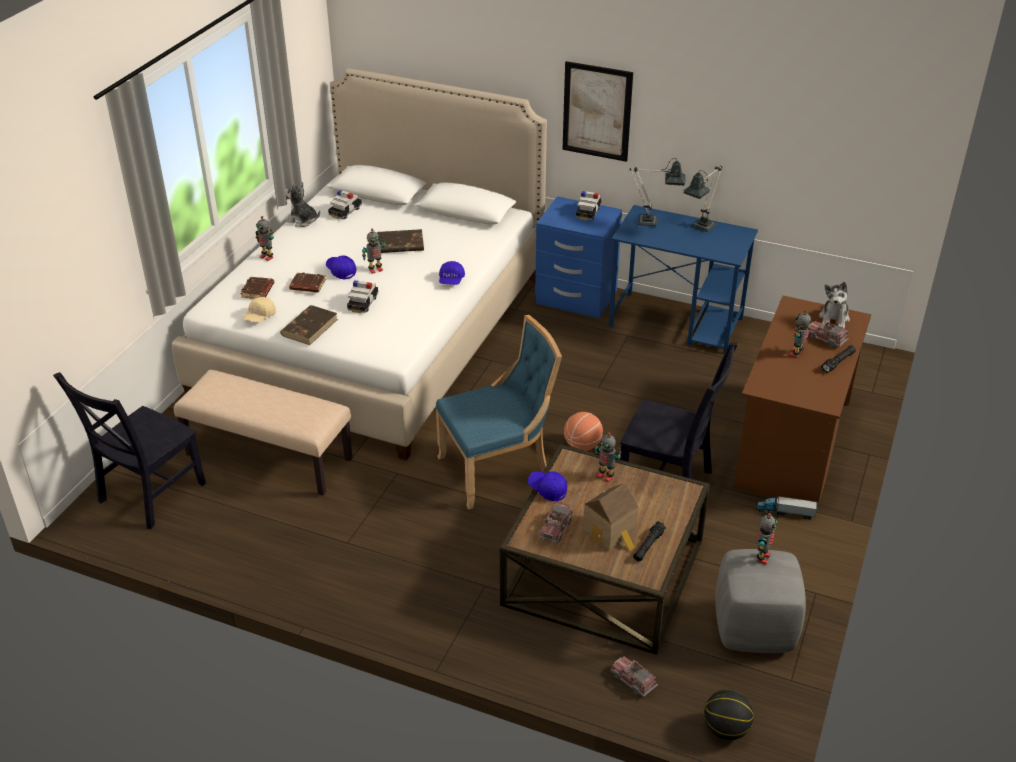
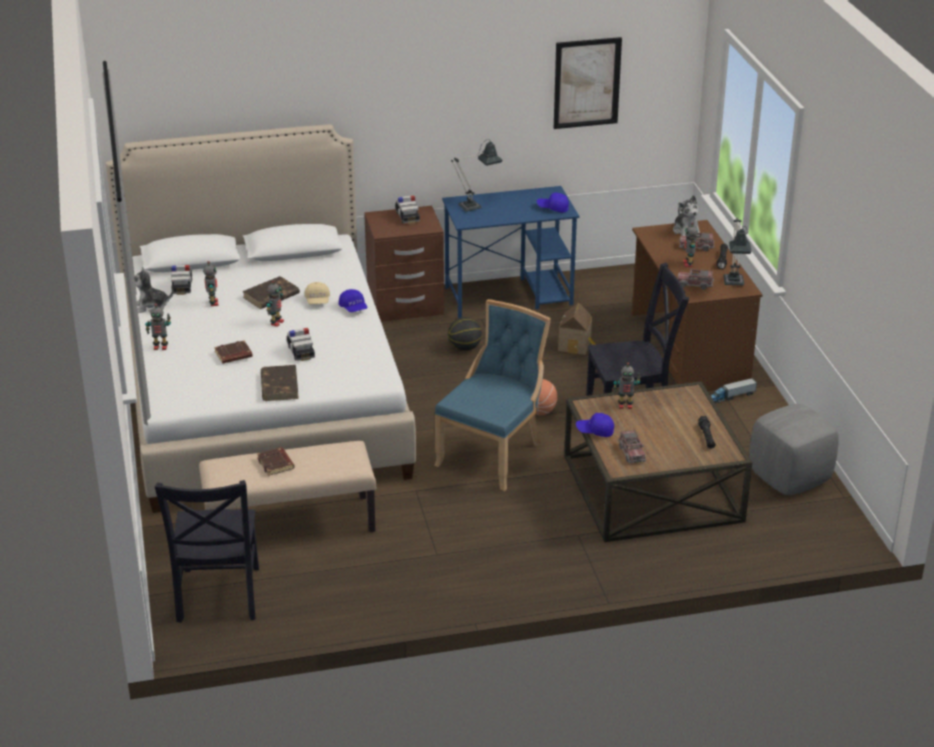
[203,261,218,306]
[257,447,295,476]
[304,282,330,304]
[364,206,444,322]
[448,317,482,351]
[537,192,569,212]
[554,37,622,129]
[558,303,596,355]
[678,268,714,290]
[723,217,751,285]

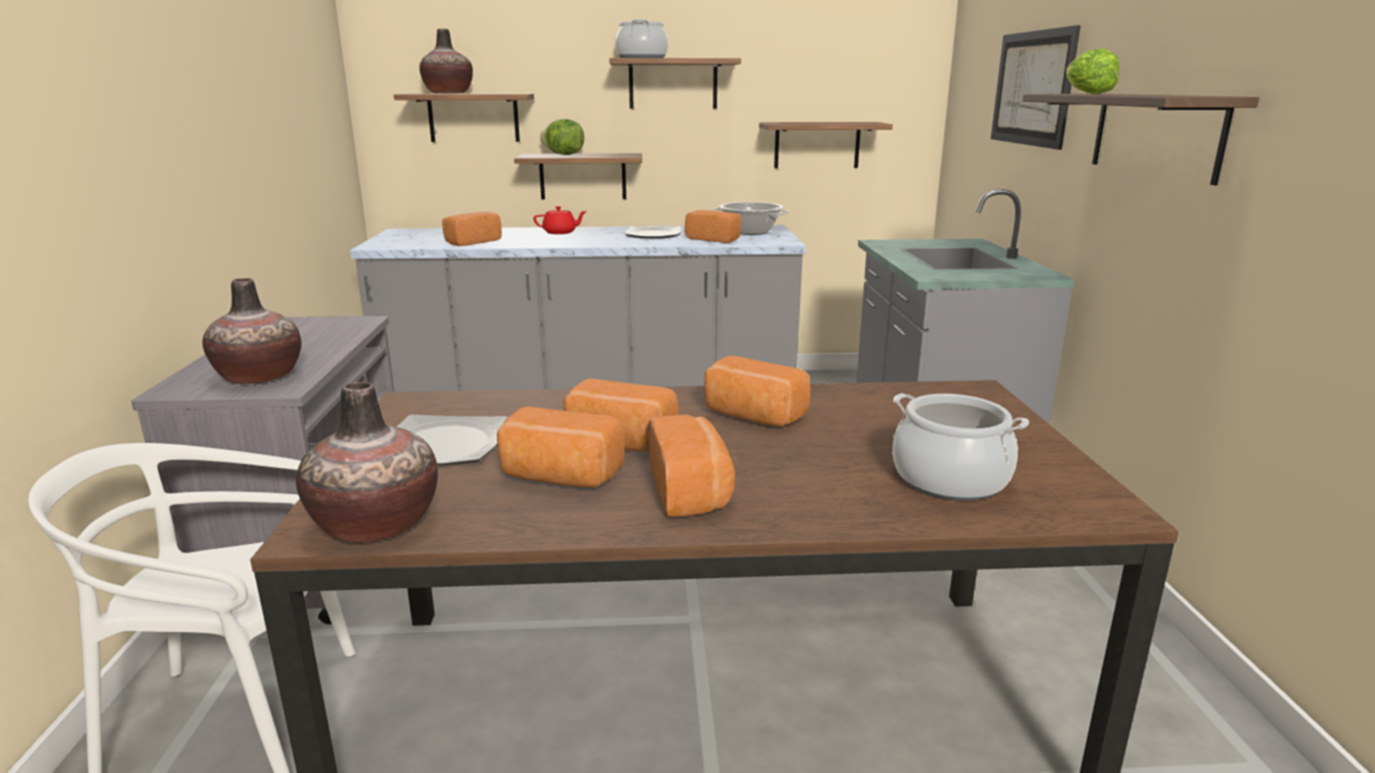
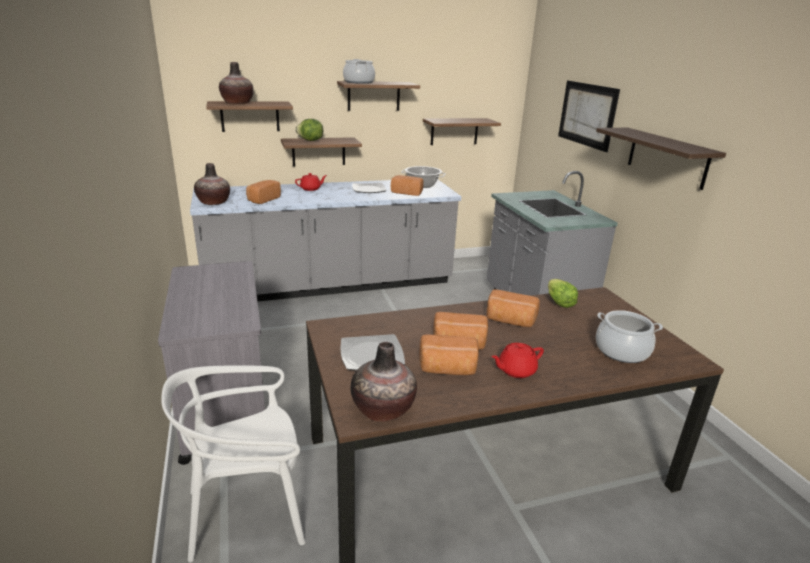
[194,163,230,205]
[491,343,544,378]
[548,279,578,308]

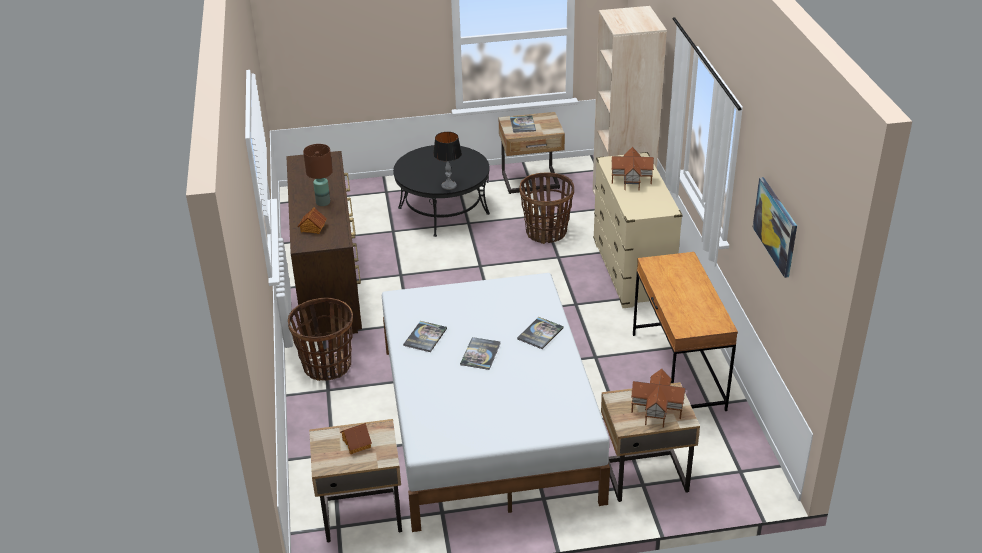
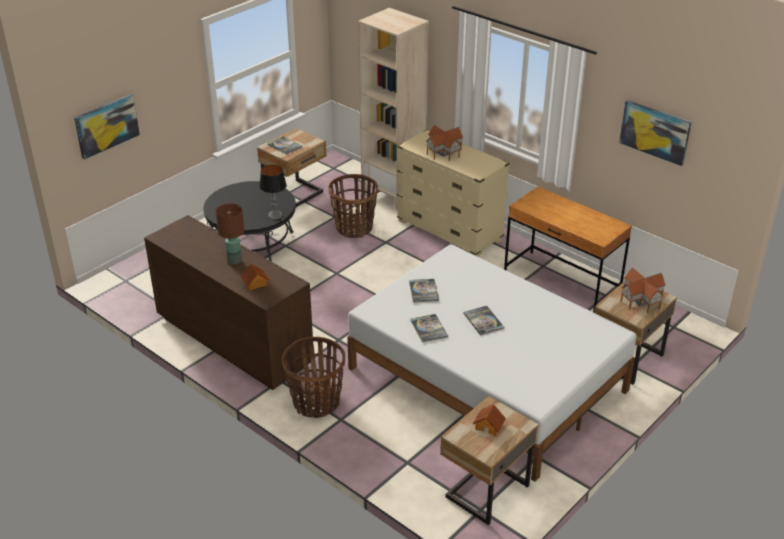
[74,94,140,160]
[409,279,439,303]

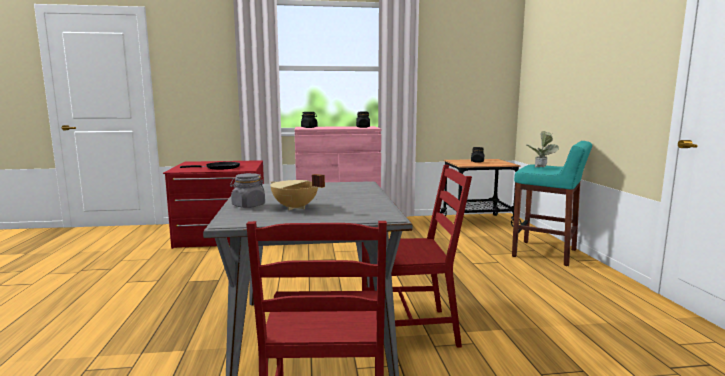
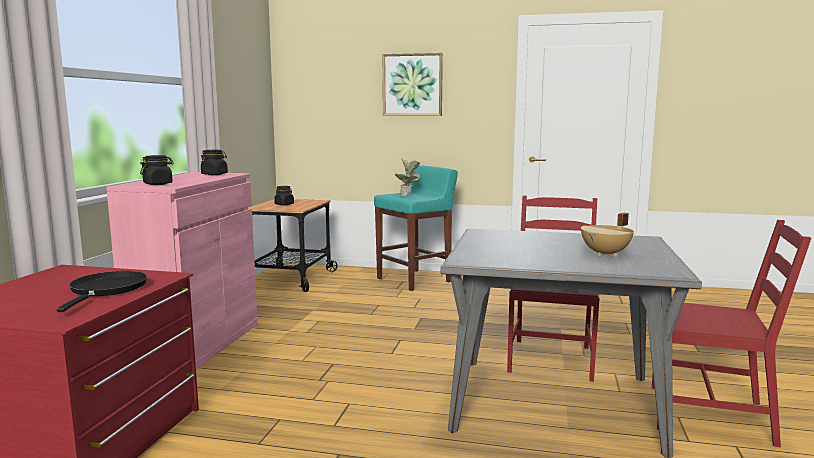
[382,53,443,116]
[230,173,265,208] (first image)

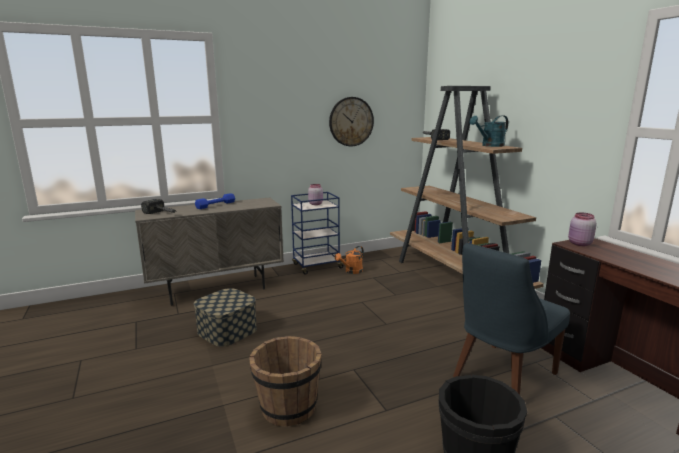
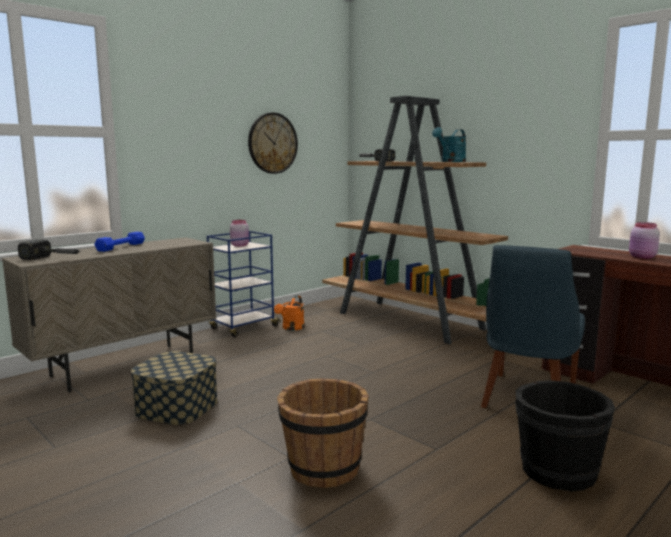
[629,222,660,259]

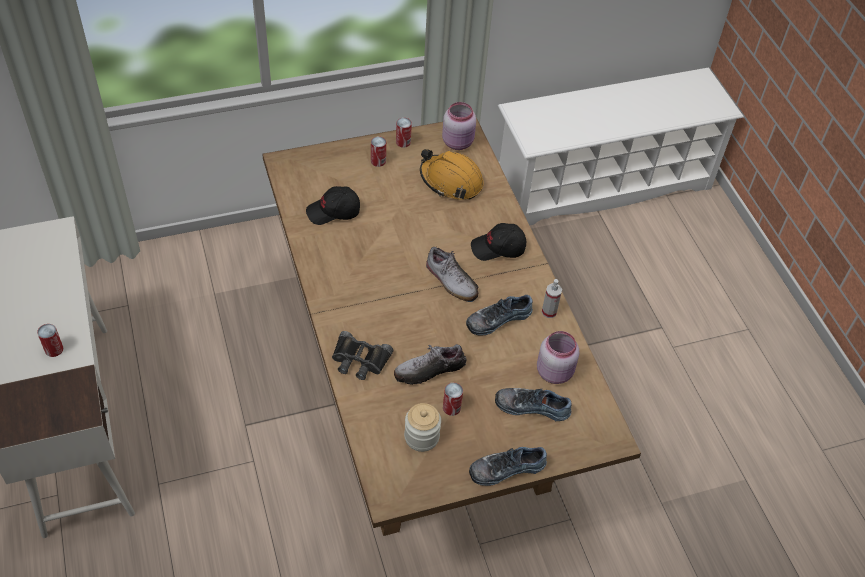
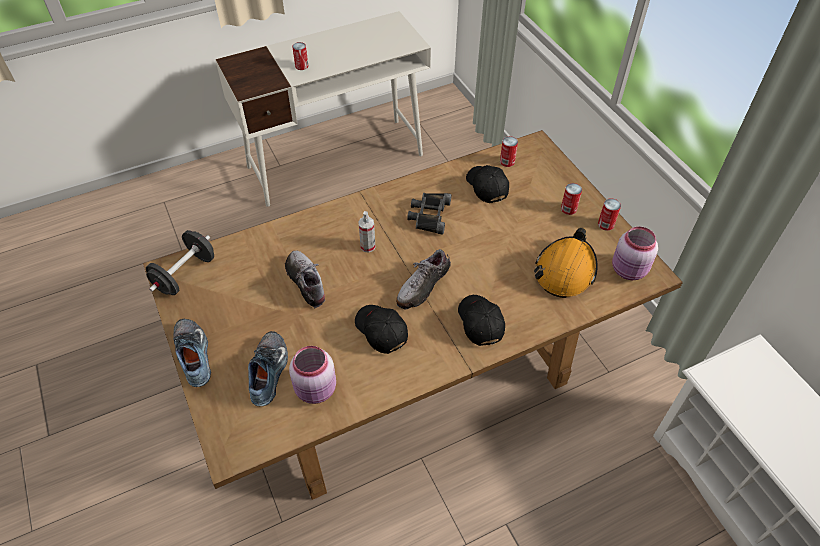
[146,230,214,295]
[355,305,408,354]
[358,211,376,253]
[407,193,452,235]
[500,136,518,167]
[404,403,441,452] (first image)

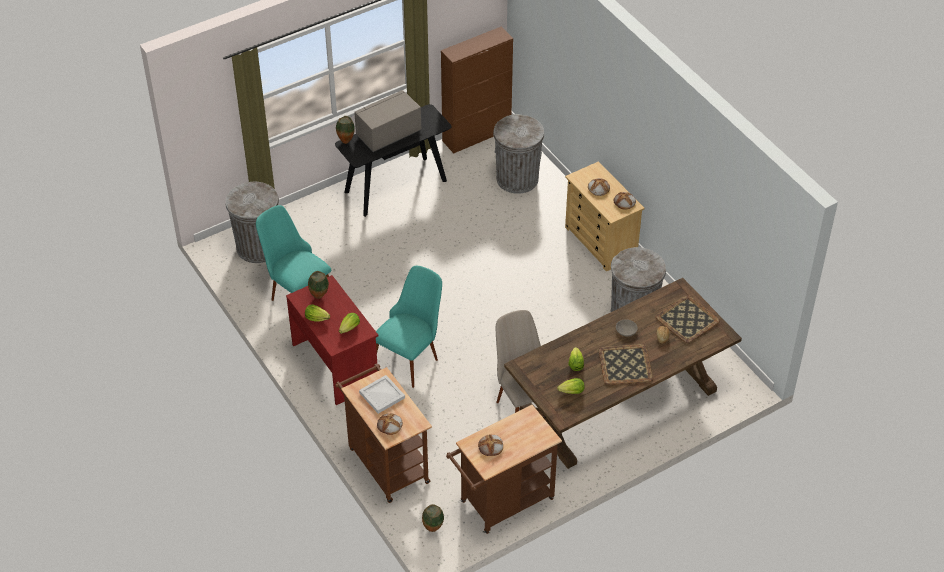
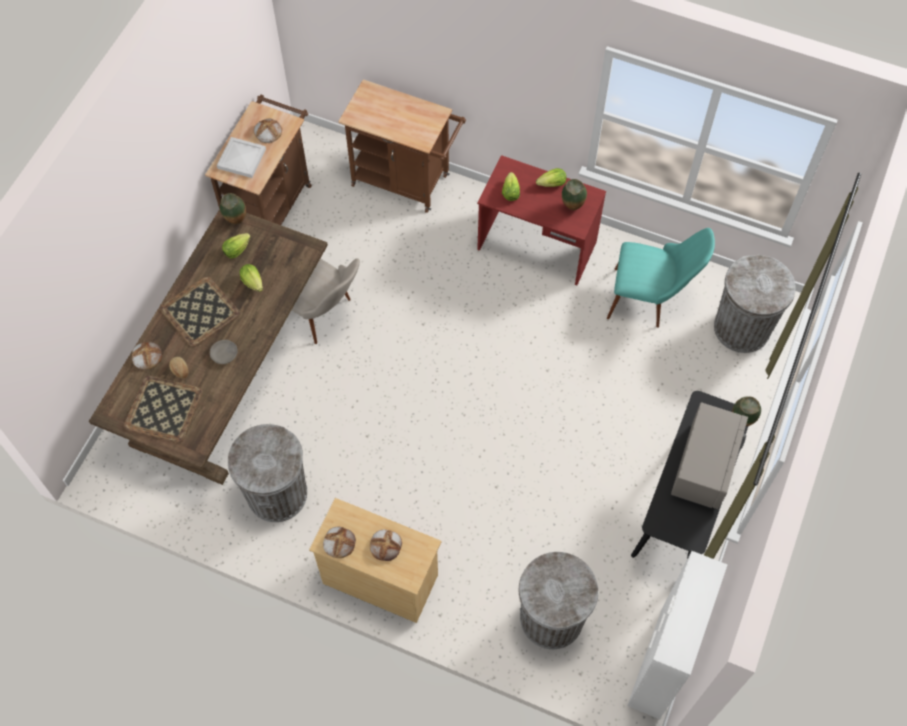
[132,342,162,370]
[217,137,266,178]
[220,193,246,224]
[627,551,727,719]
[376,266,442,388] (first image)

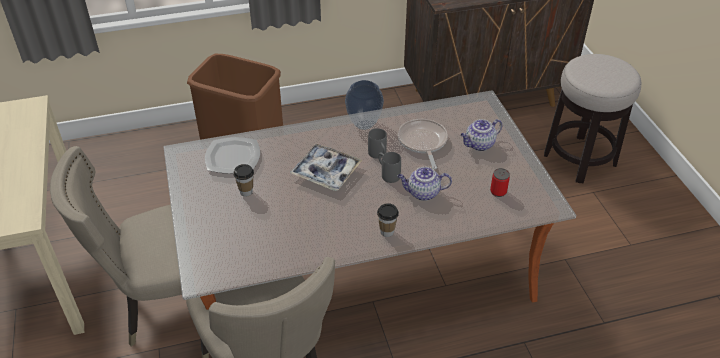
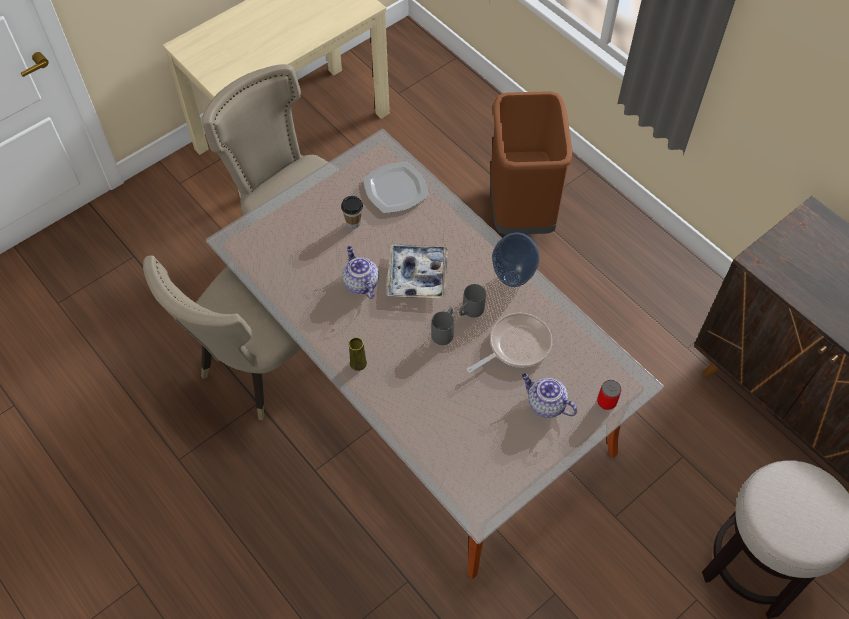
[342,246,379,299]
[349,337,367,371]
[597,380,621,410]

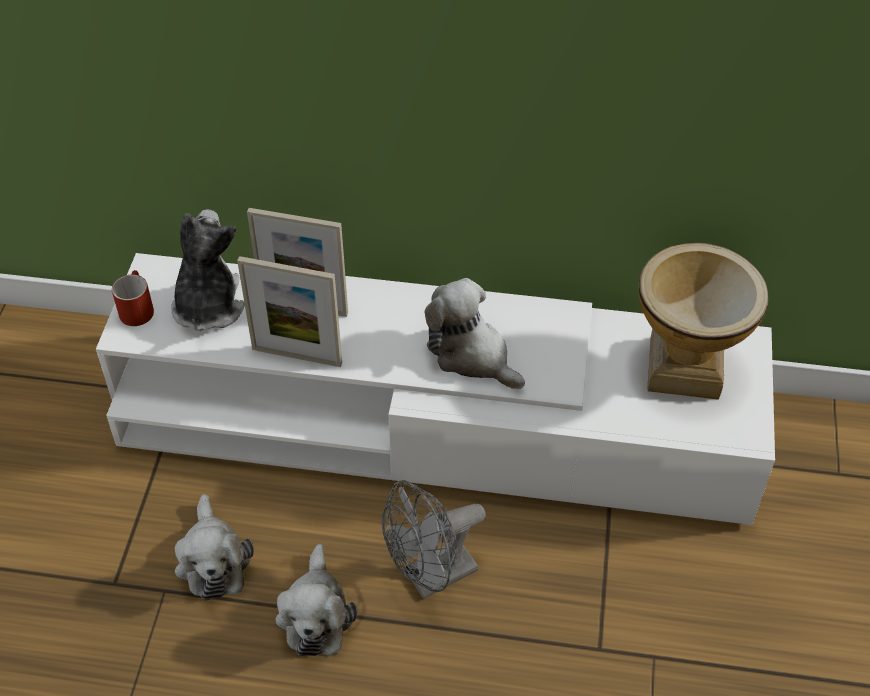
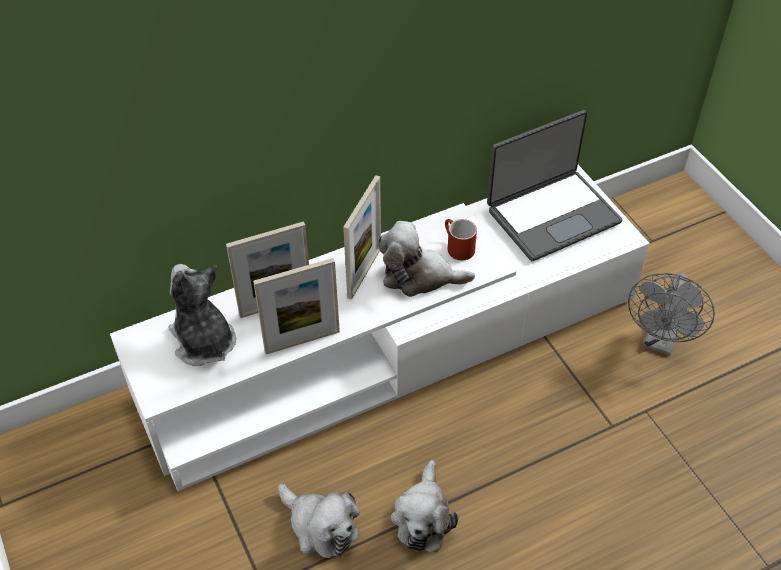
[343,175,381,300]
[391,460,458,553]
[445,219,477,260]
[487,110,622,261]
[628,273,715,356]

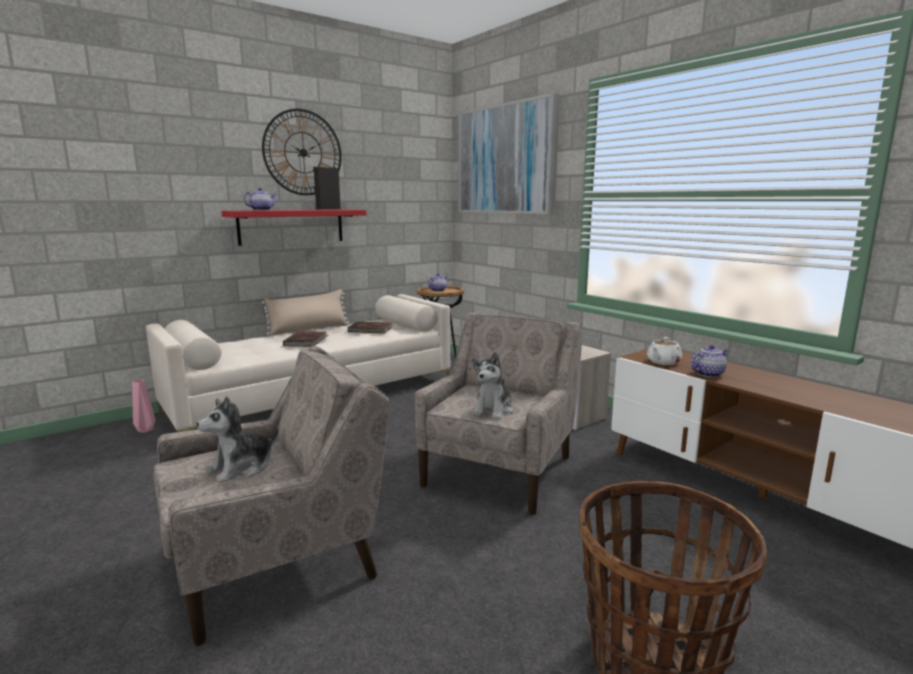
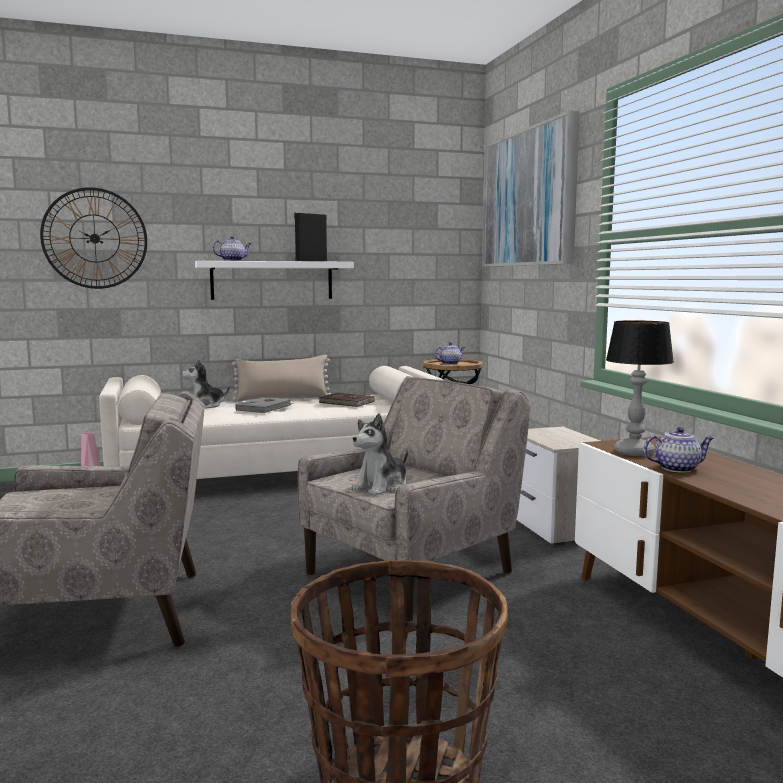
[40,187,147,289]
[182,359,230,409]
[195,261,354,300]
[235,397,294,413]
[606,320,674,456]

